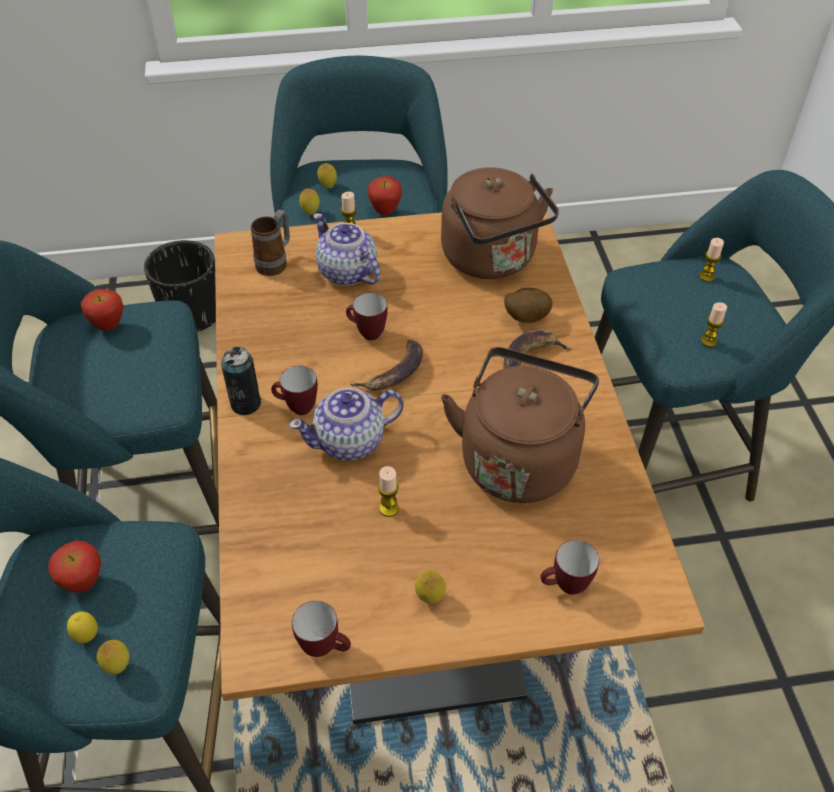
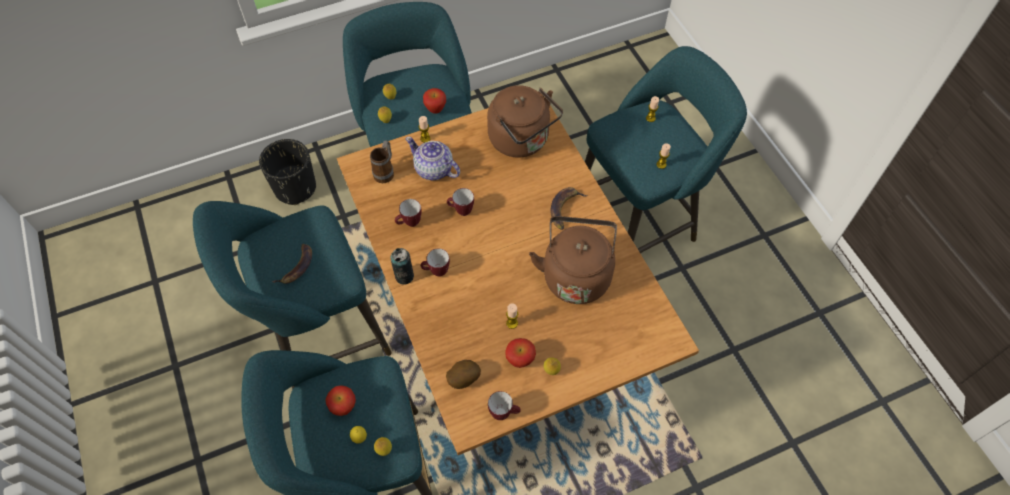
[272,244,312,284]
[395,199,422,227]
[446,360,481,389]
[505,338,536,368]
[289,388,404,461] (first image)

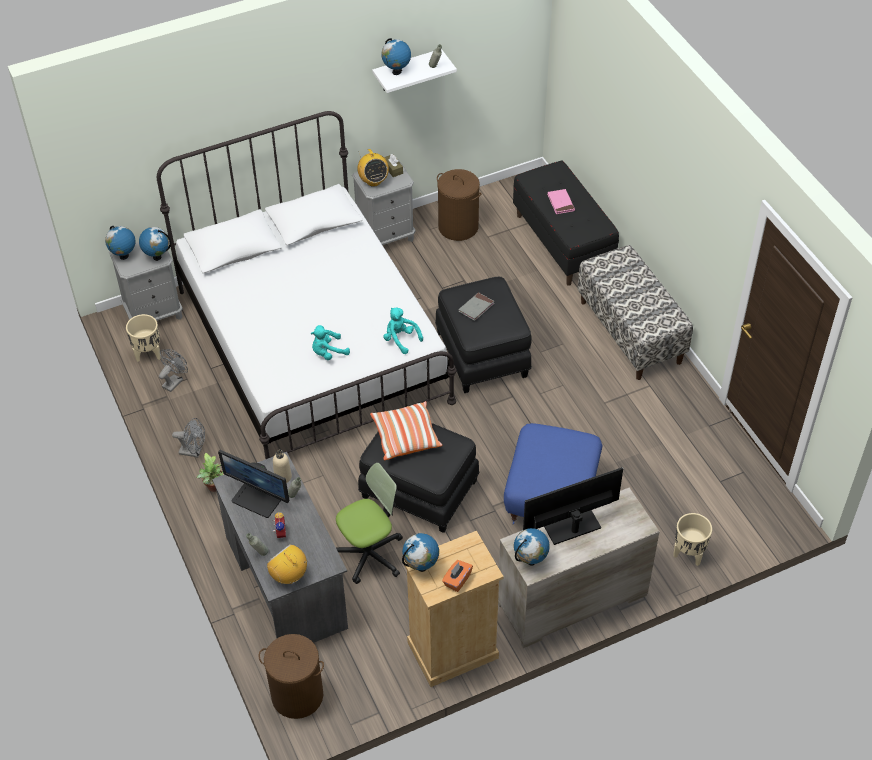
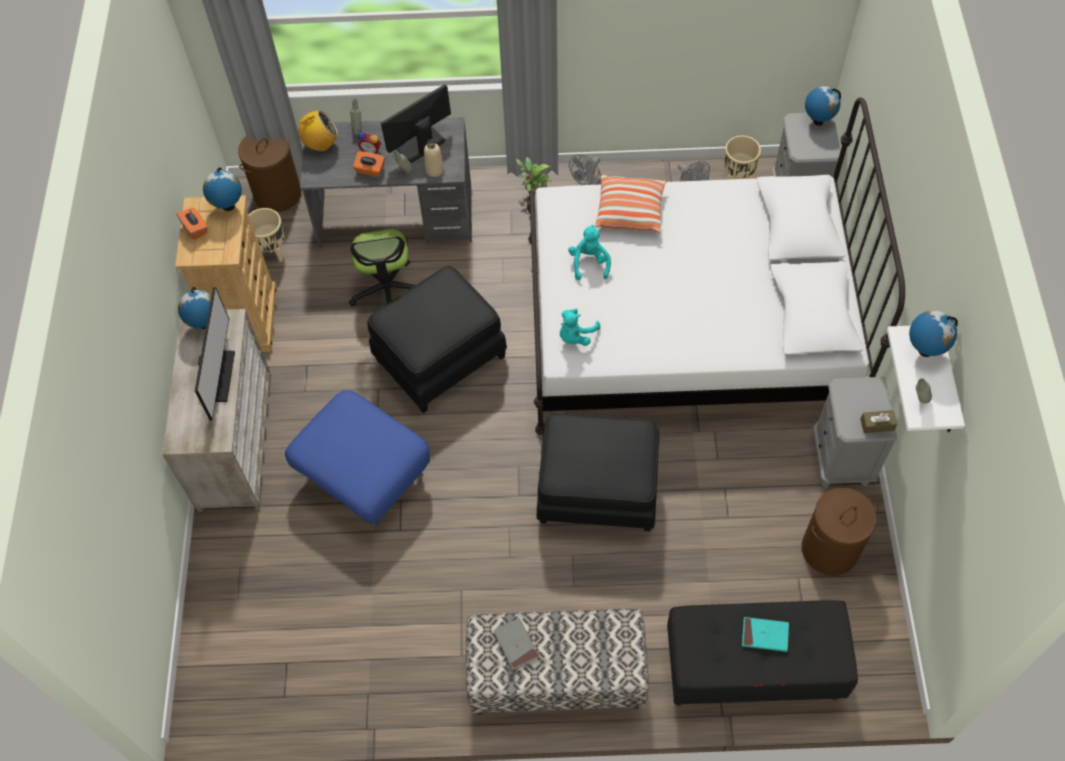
[249,208,285,262]
[353,151,385,177]
[494,618,540,671]
[560,309,600,346]
[595,174,667,232]
[742,617,789,652]
[139,227,171,261] (first image)
[357,149,389,187] (first image)

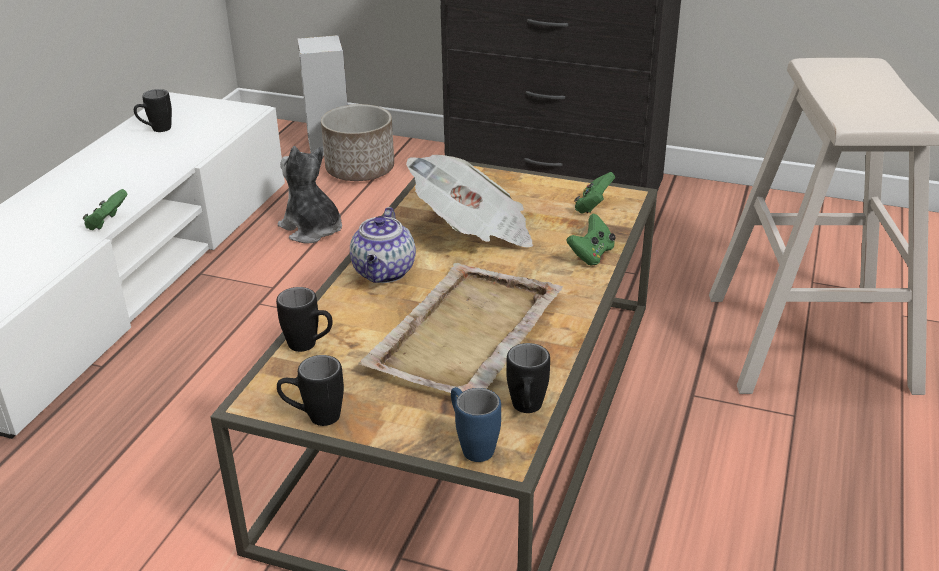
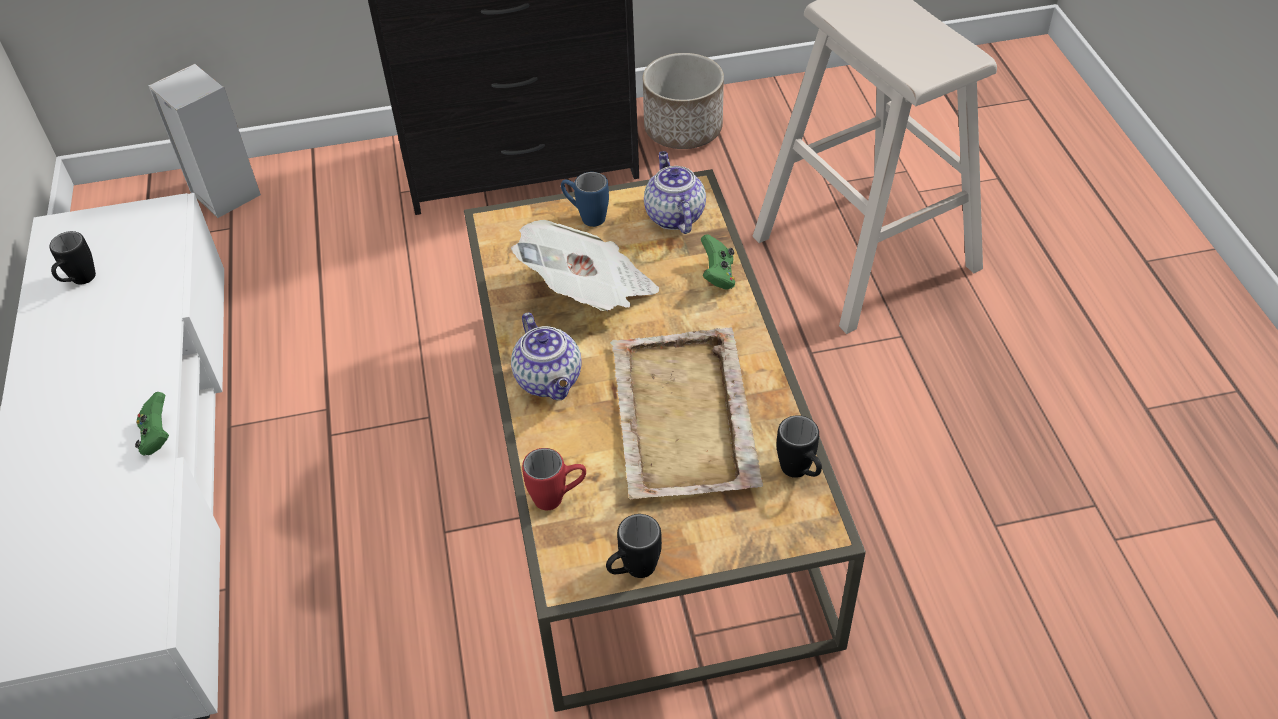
[522,448,586,510]
[561,172,609,227]
[643,53,724,149]
[644,151,706,234]
[278,146,342,243] (first image)

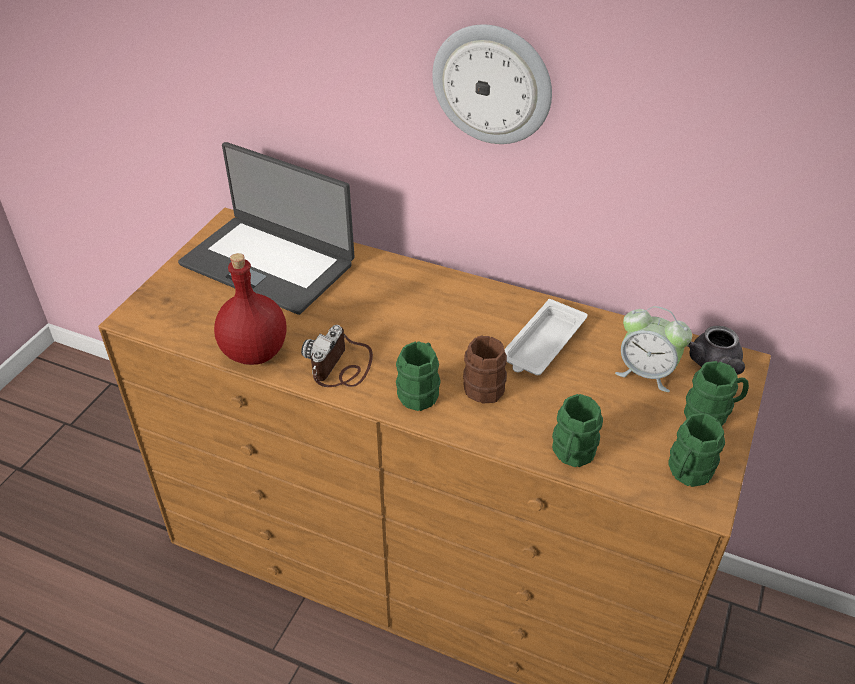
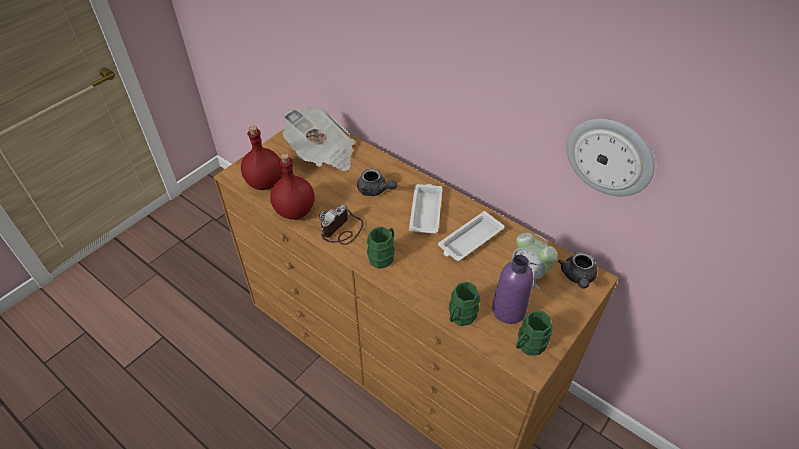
[241,126,283,190]
[283,107,355,171]
[357,169,397,196]
[409,184,442,234]
[492,255,533,324]
[567,119,654,196]
[463,335,507,404] (first image)
[684,361,749,426] (first image)

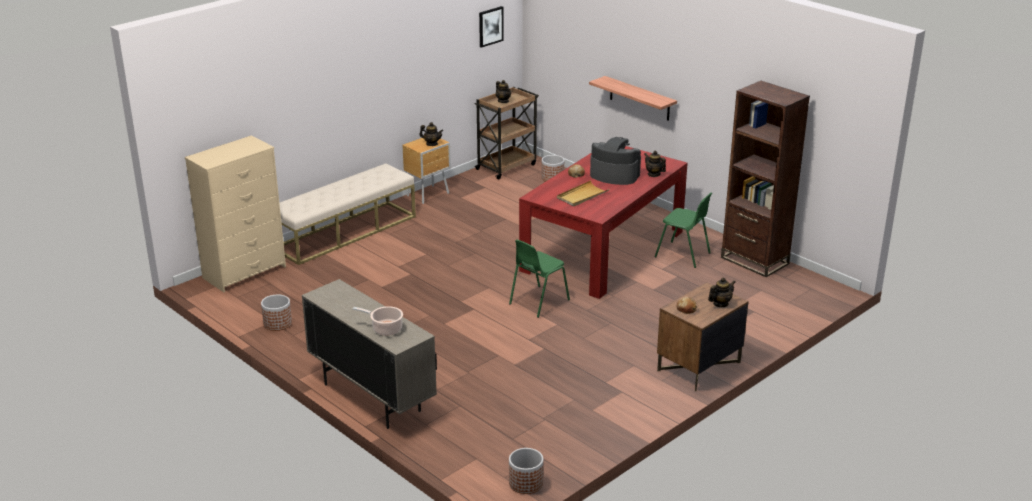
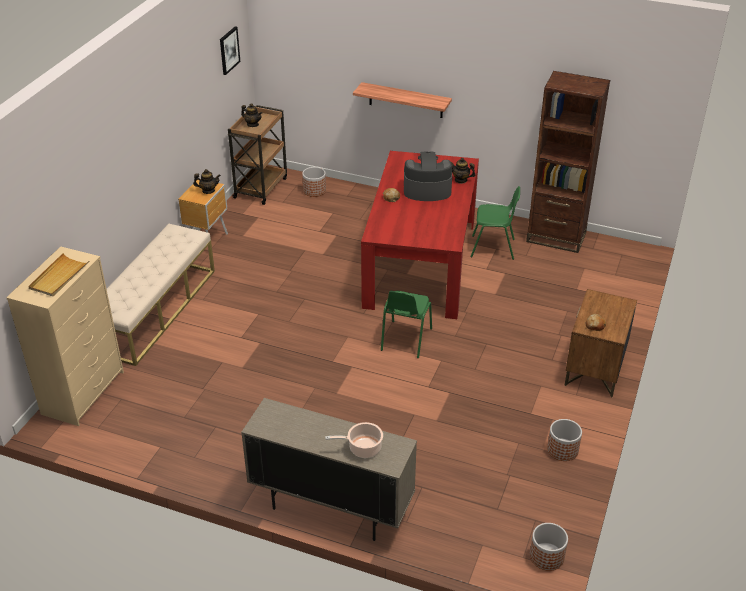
[28,253,89,296]
[547,419,582,461]
[708,277,735,307] (first image)

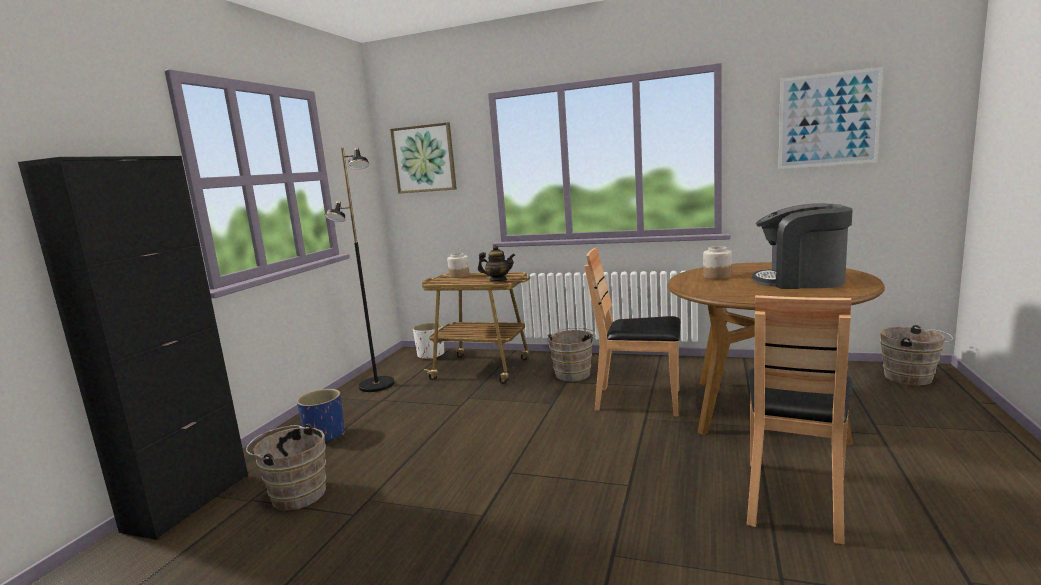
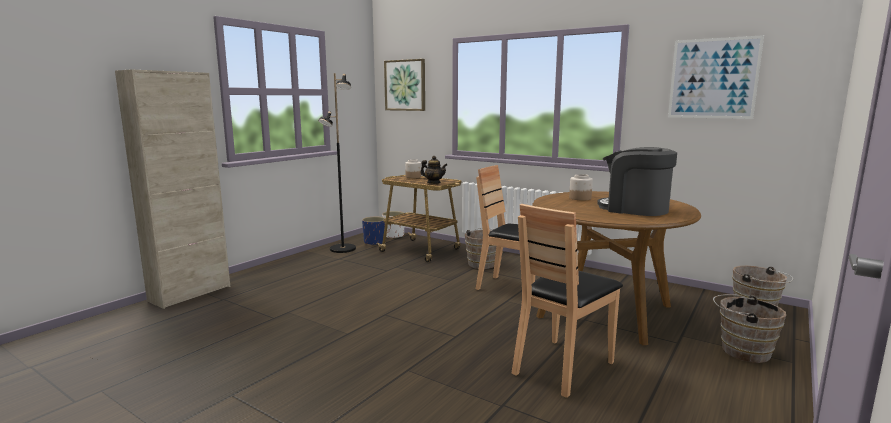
[115,69,230,309]
[362,217,386,246]
[713,294,786,363]

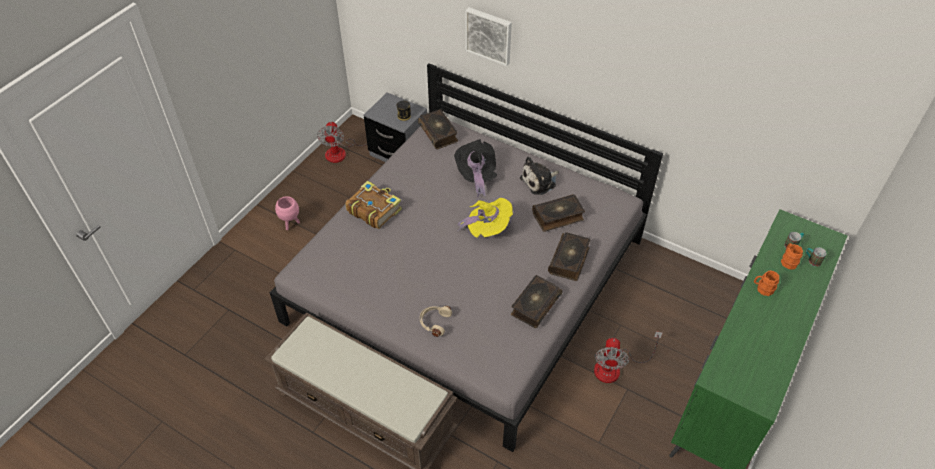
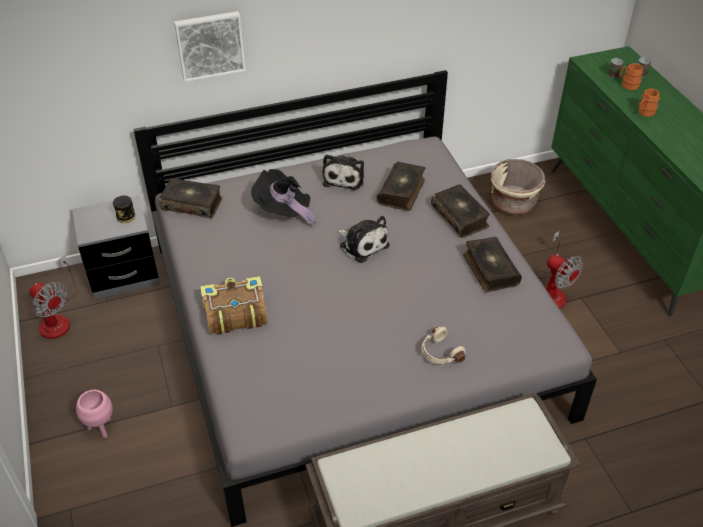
[338,216,390,263]
[491,159,545,215]

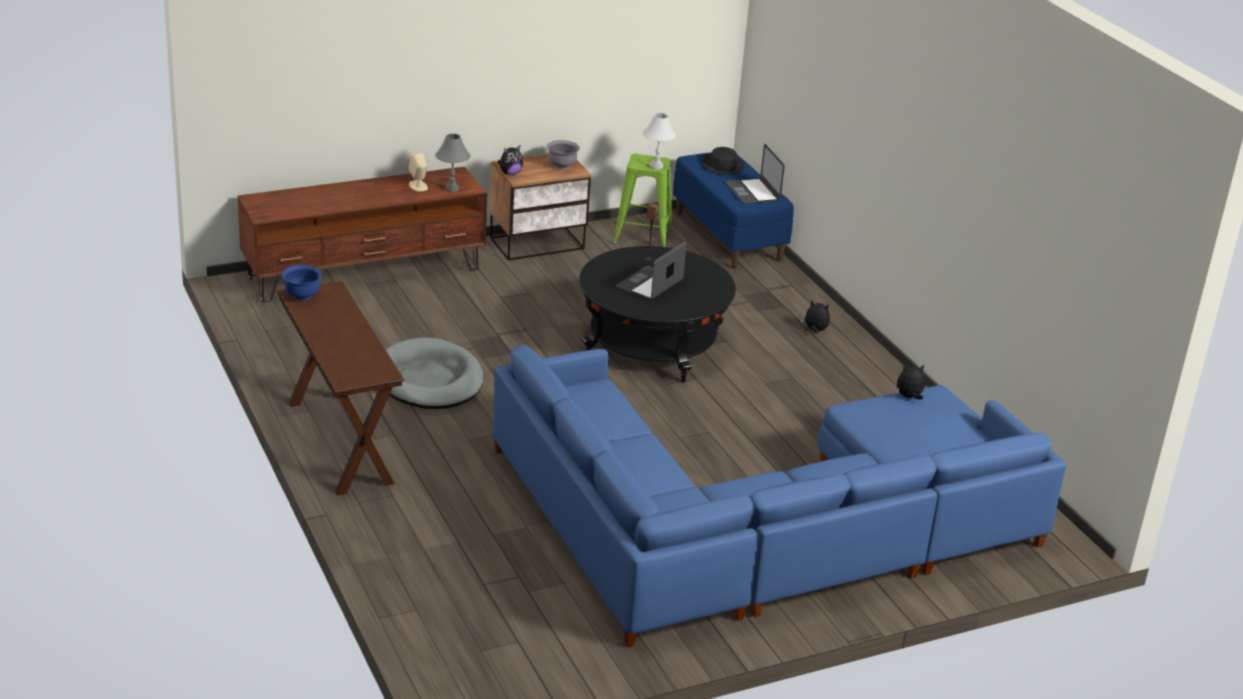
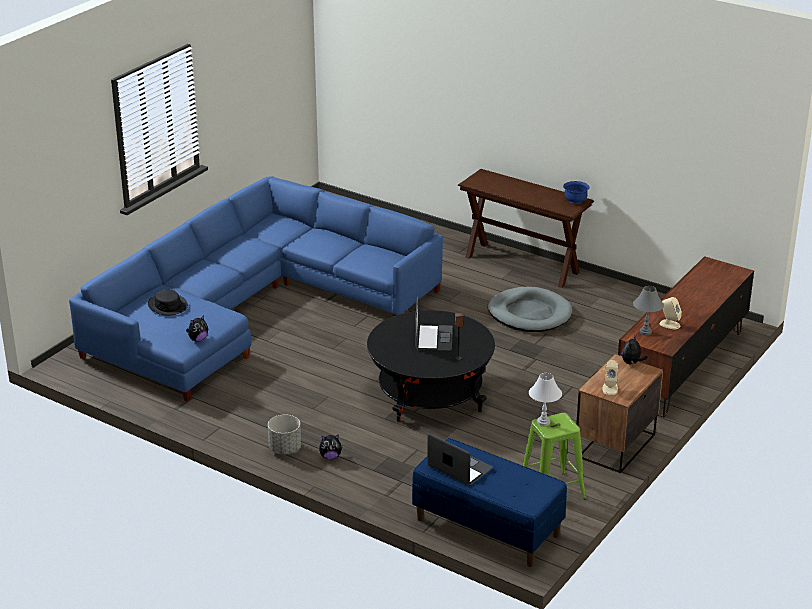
[148,289,188,315]
[268,415,301,454]
[602,360,618,395]

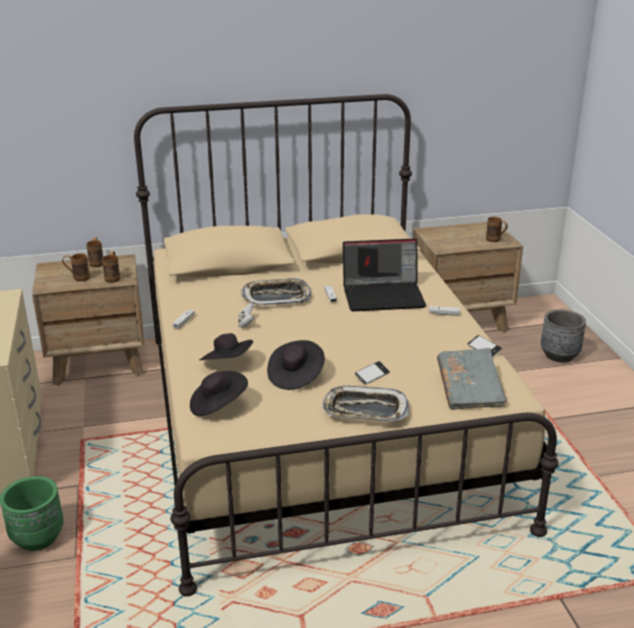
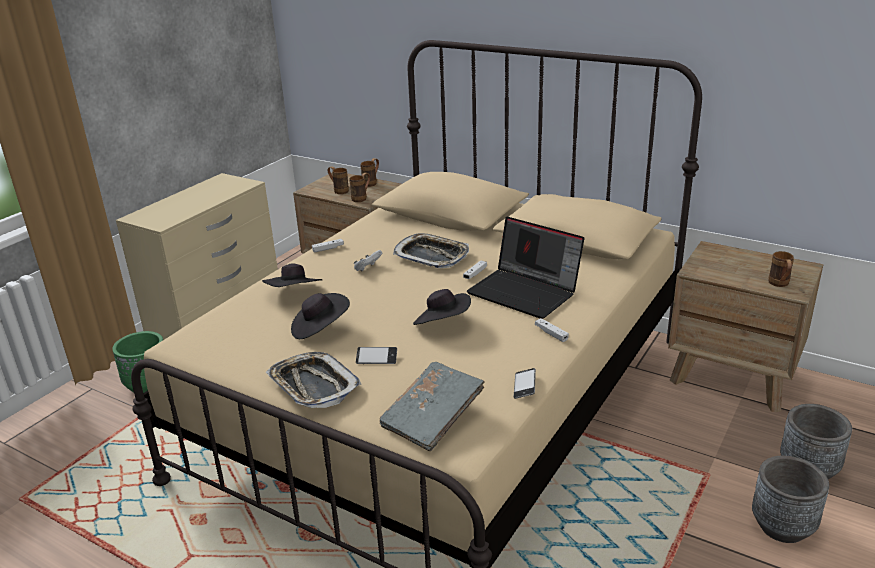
[413,289,471,325]
[752,455,829,543]

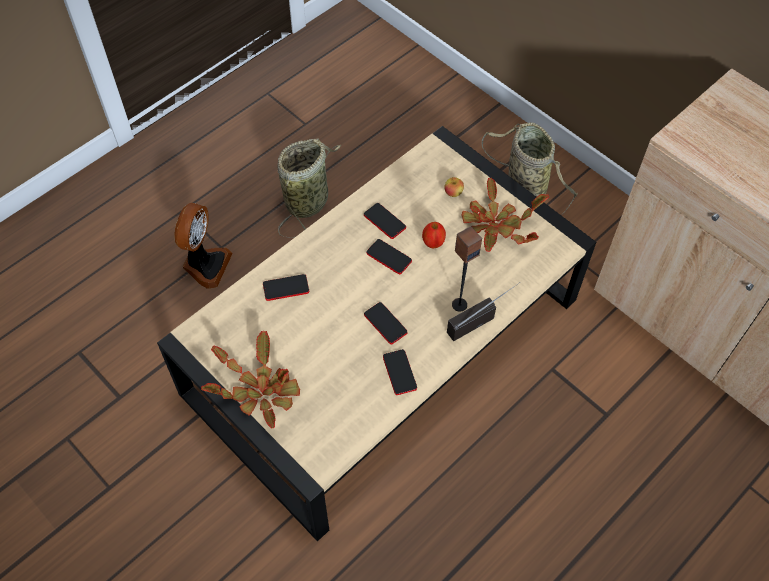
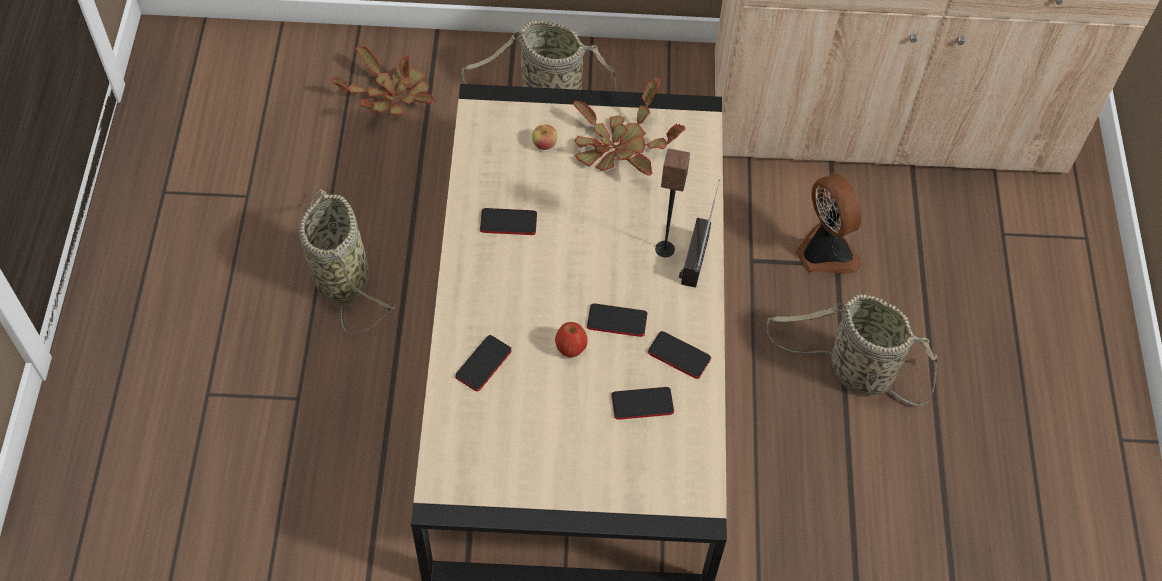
[331,46,436,115]
[555,322,588,357]
[611,387,674,420]
[767,294,937,405]
[795,173,863,274]

